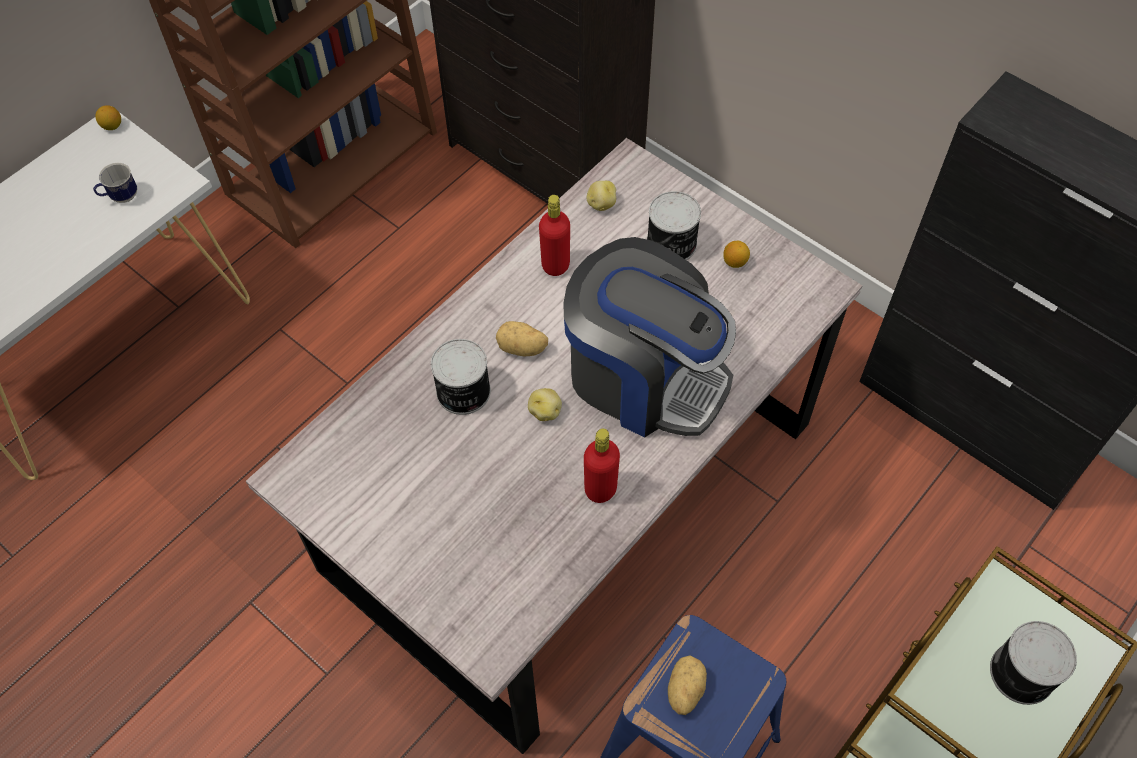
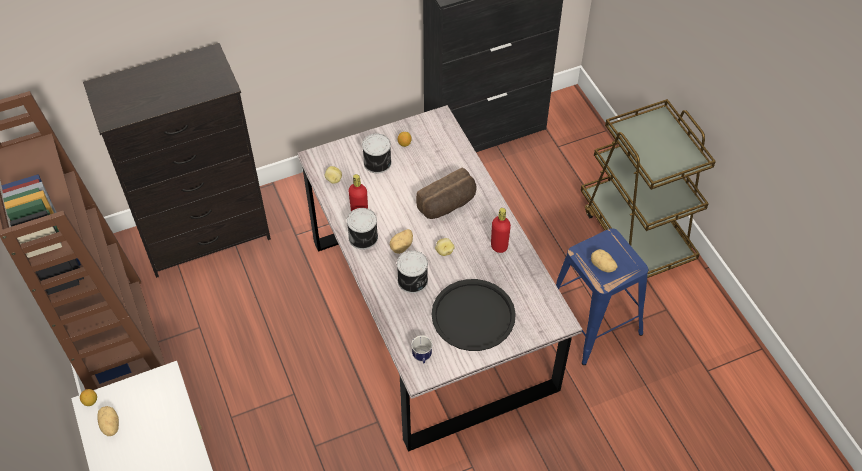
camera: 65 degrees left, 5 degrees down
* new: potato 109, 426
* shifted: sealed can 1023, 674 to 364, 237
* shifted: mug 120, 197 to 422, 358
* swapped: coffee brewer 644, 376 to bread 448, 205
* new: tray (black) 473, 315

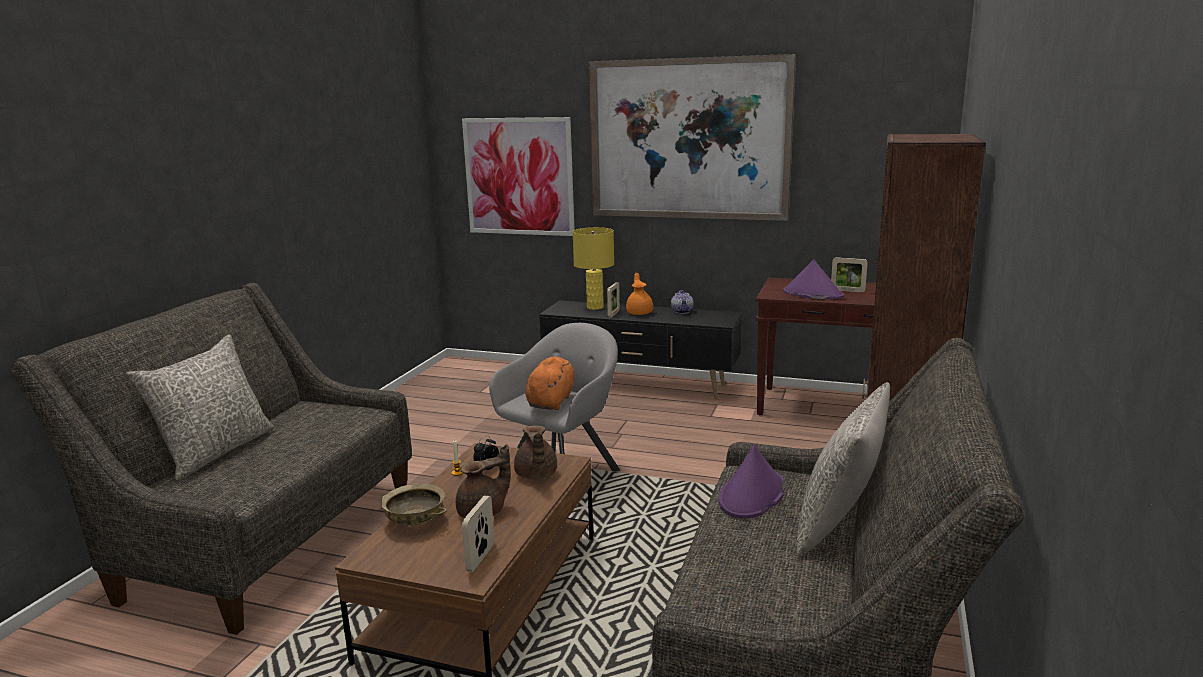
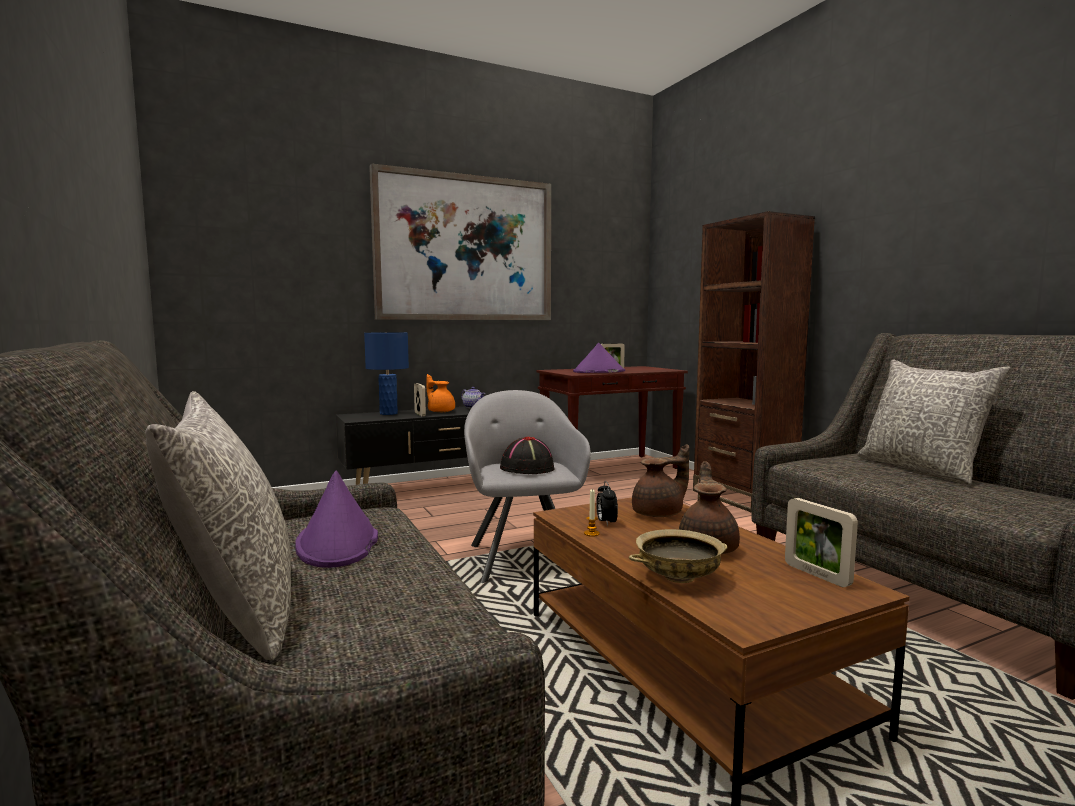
camera: 45 degrees left, 10 degrees down
* shifted: hat (purple) 752, 495 to 338, 543
* repainted: tabletop lamp (yellowish) 595, 307 to tabletop lamp (blue-coloured) 388, 413
* swapped: cuddly toy (orangey) 551, 401 to hat (black) 526, 468
* rotated: teapot (brown-coloured) 535, 475 = 659, 514 60 degrees counterclockwise
* gone: picture 519, 176

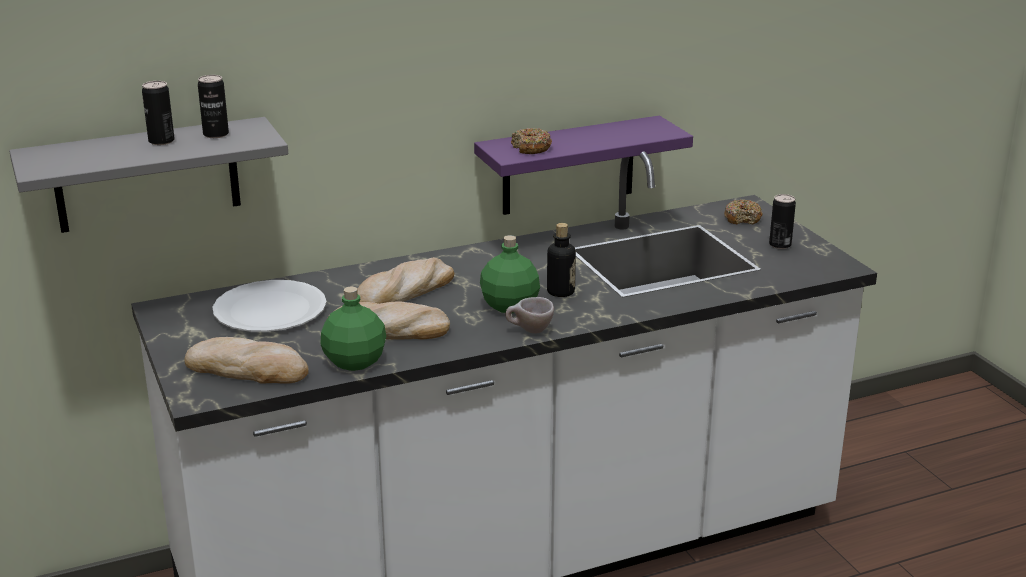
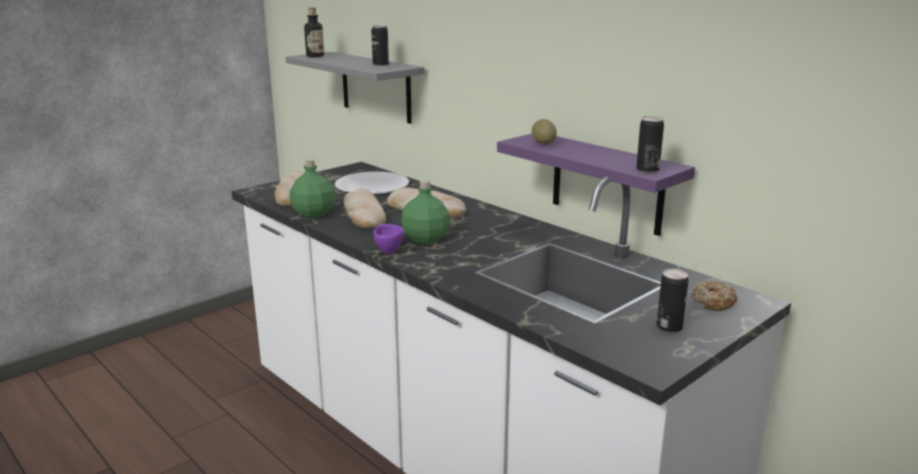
camera: 70 degrees right, 5 degrees down
* shifted: drink bottle 560, 291 to 315, 56
* repainted: small cup (beige) 529, 331 to small cup (purple) 386, 250
* swapped: ring doughnut 531, 148 to potato 543, 143
* shifted: sealed can 161, 141 to 647, 170

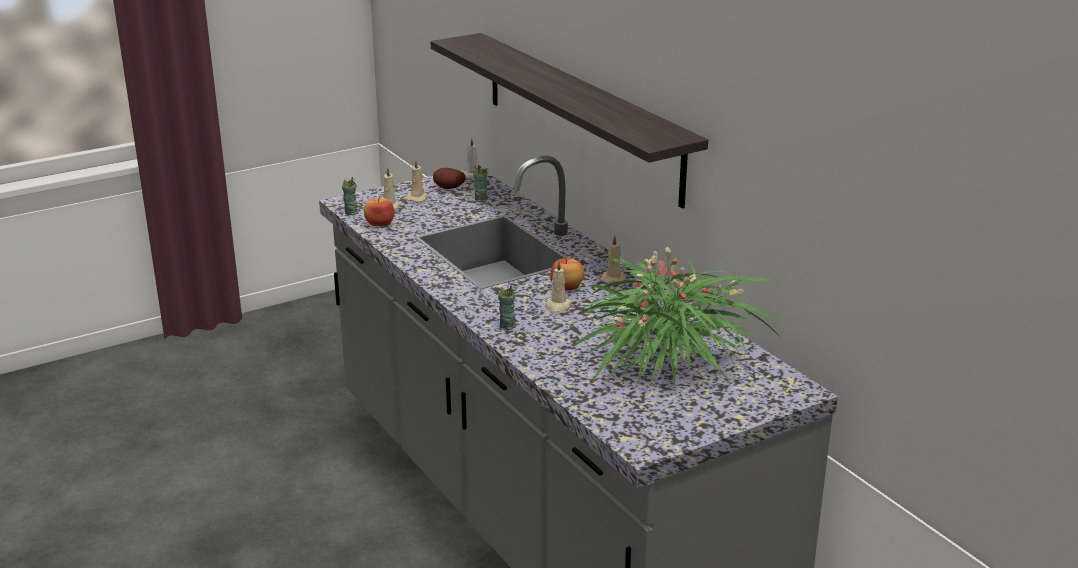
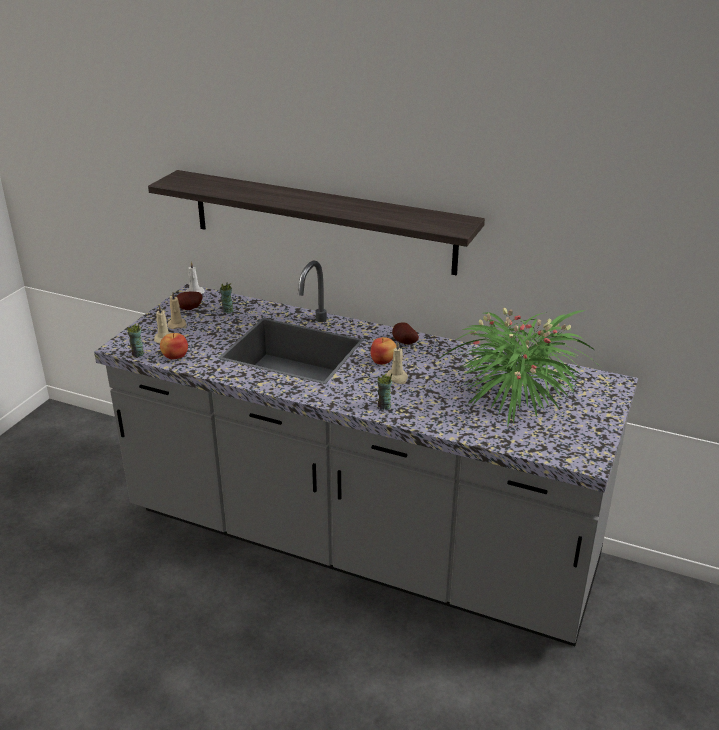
camera: 35 degrees left, 5 degrees up
* swapped: wax candle (beige) 613, 278 to potato 403, 343

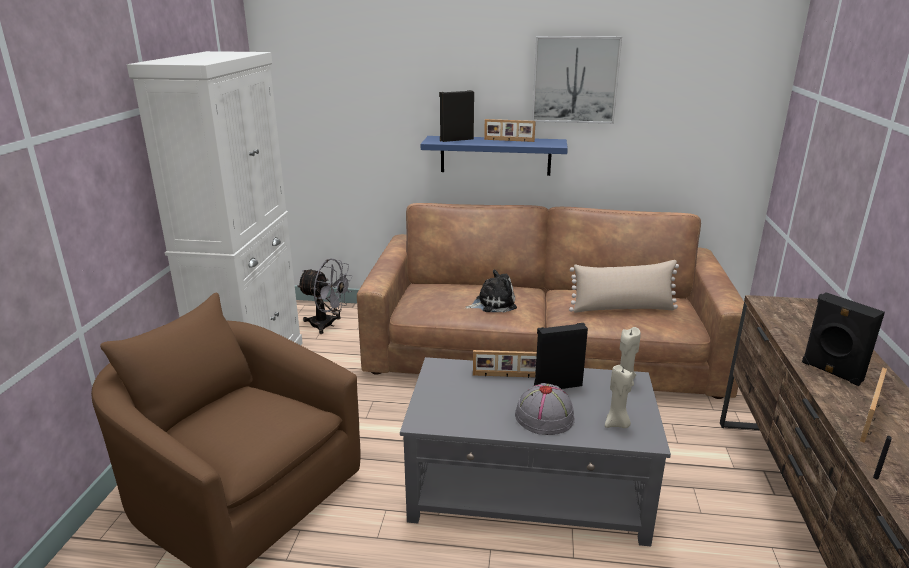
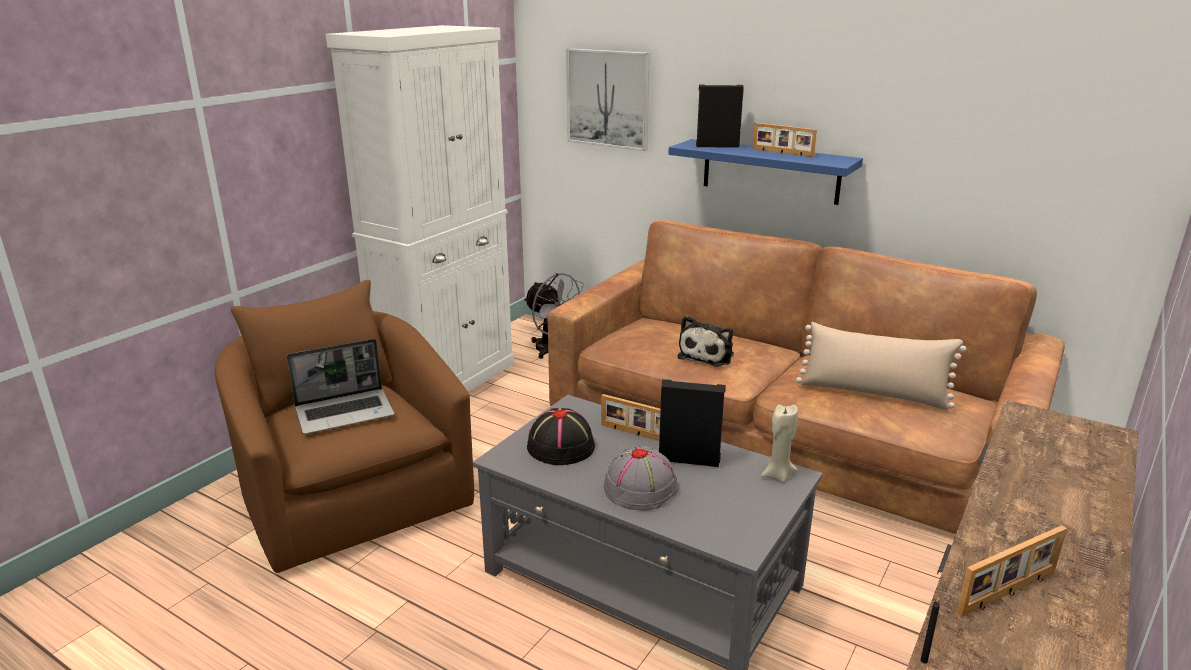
camera: 25 degrees right, 0 degrees up
* new: portable computer 346, 412
* new: hat (black) 561, 446
* shifted: picture 575, 80 to 608, 98
* rotated: cuddly toy 492, 304 = 707, 355 105 degrees clockwise
* gone: wax candle (beige) 616, 424
* gone: audio speaker (black) 831, 372

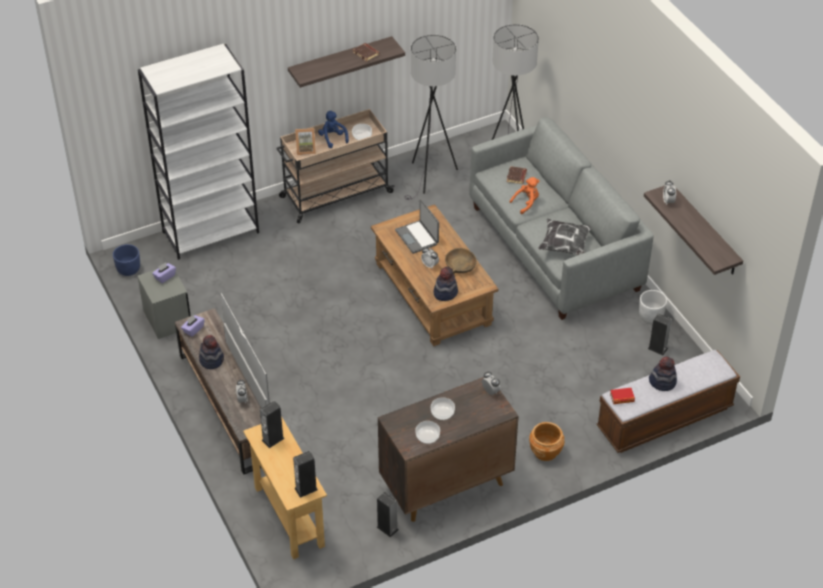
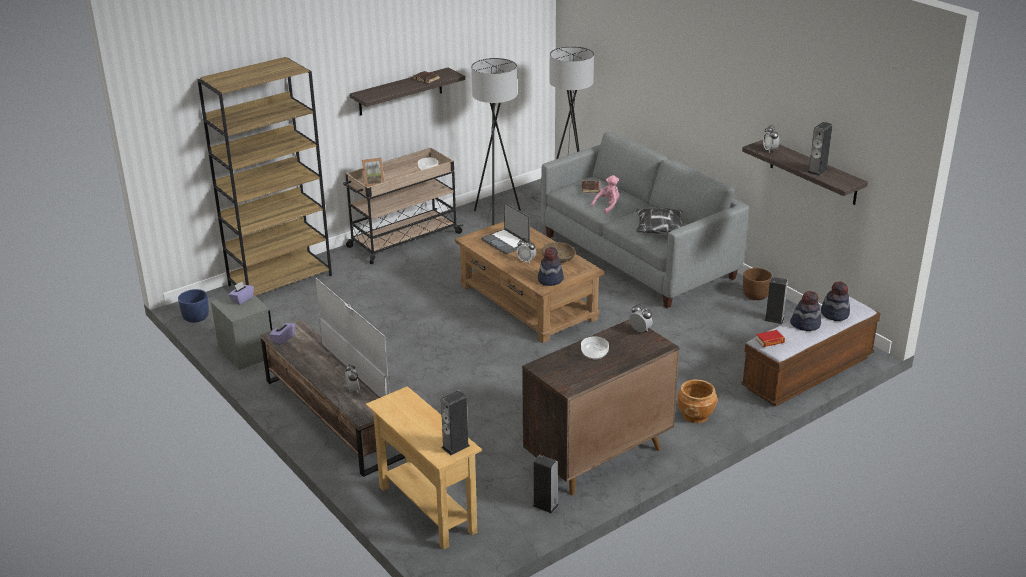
camera: 10 degrees left, 15 degrees down
* repainted: bookshelf (white) 211, 232 to bookshelf (brown-coloured) 280, 280
* repainted: cuddly toy (orangey) 526, 203 to cuddly toy (pink) 607, 206
* repainted: plant pot (white) 651, 315 to plant pot (brown-coloured) 755, 295
* shifted: audio speaker 273, 439 to 817, 171
* shifted: hat 212, 360 to 834, 314
* gone: cuddly toy (blue-coloured) 332, 138
* gone: serving bowl 427, 437

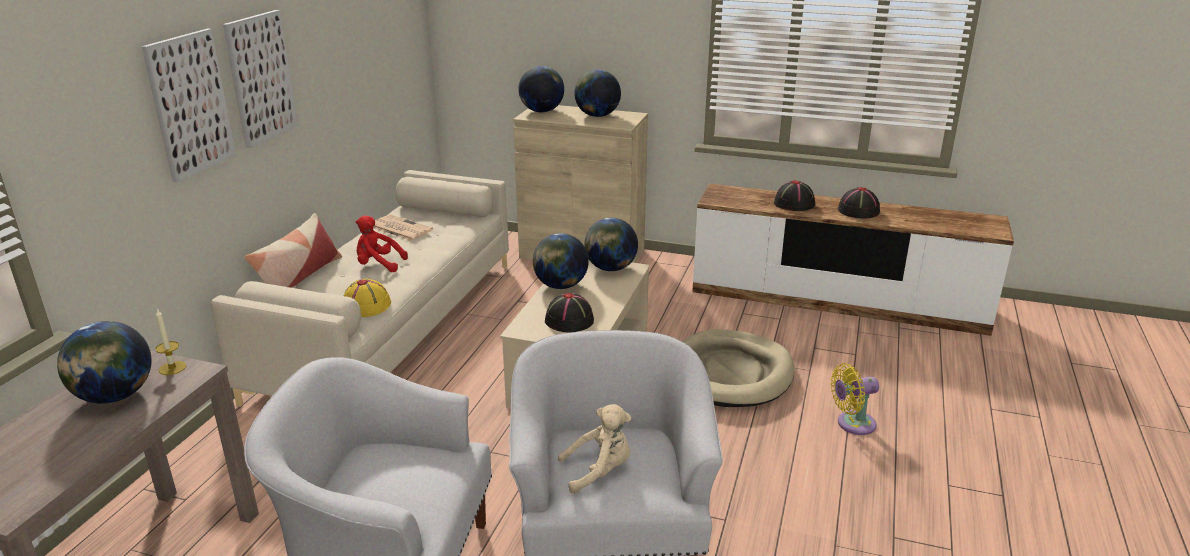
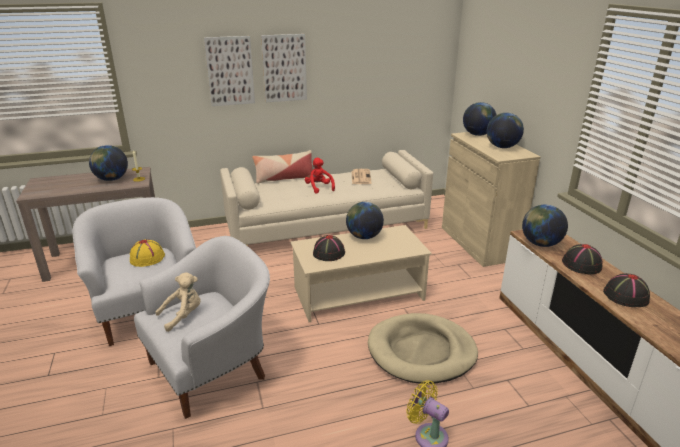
camera: 55 degrees right, 0 degrees up
* shifted: hat (yellowish) 367, 305 to 147, 258
* rotated: cuddly toy (beige) 599, 471 = 183, 316 75 degrees counterclockwise
* shifted: desk globe 610, 268 to 540, 244

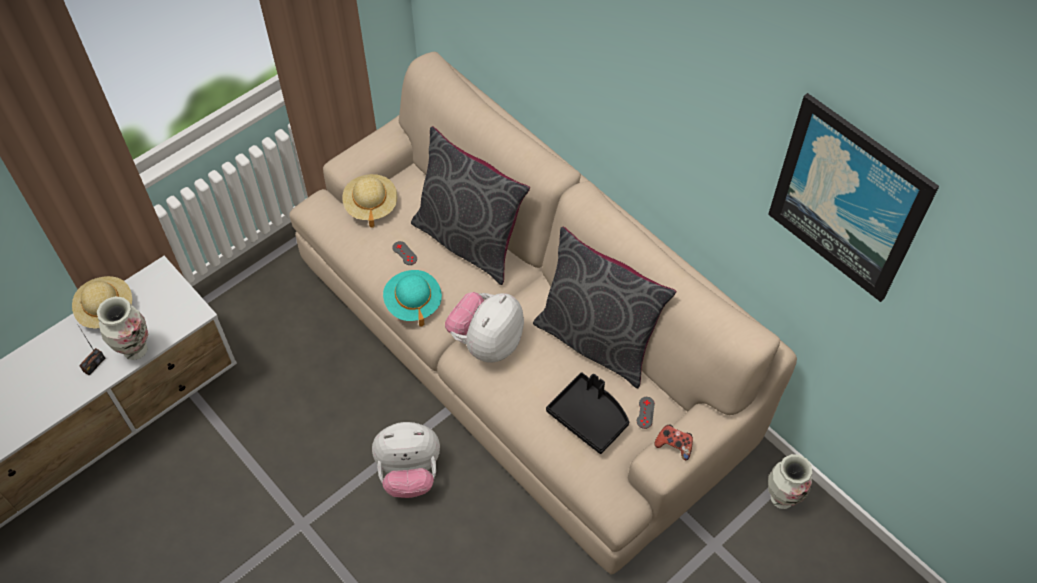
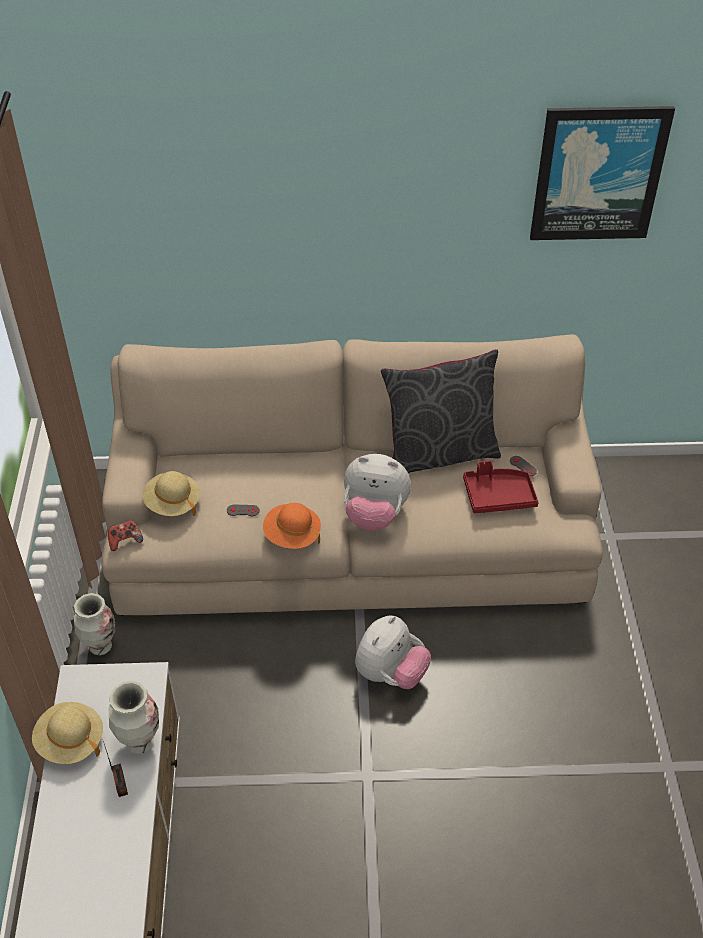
camera: 50 degrees left, 10 degrees down
* shifted: vase 781, 498 to 100, 646
* shifted: joypad 674, 446 to 125, 541
* repainted: hat (turquoise) 413, 303 to hat (orangey) 292, 535
* rotated: cuddly toy 486, 342 = 374, 515 60 degrees counterclockwise
* repainted: tray (black) 589, 417 to tray (red) 498, 496
* gone: cushion (gray) 469, 241

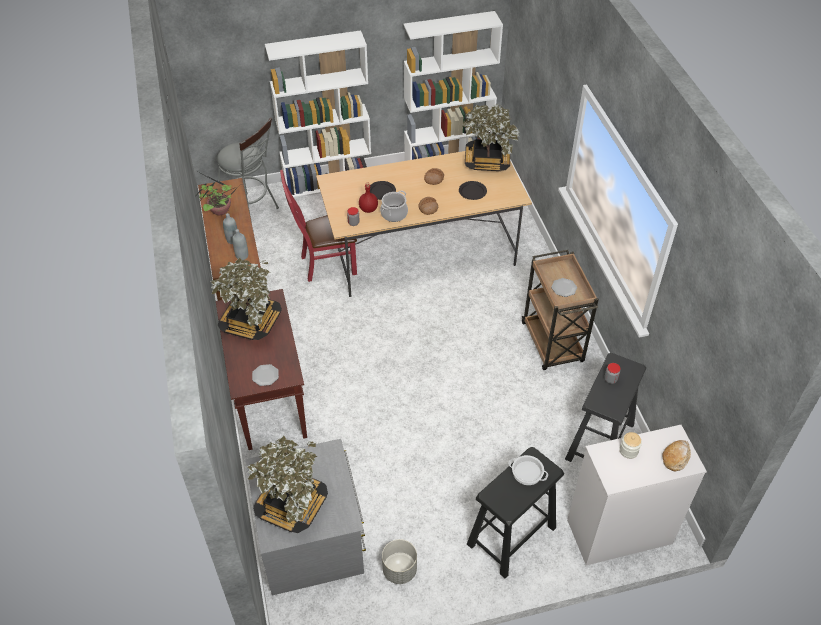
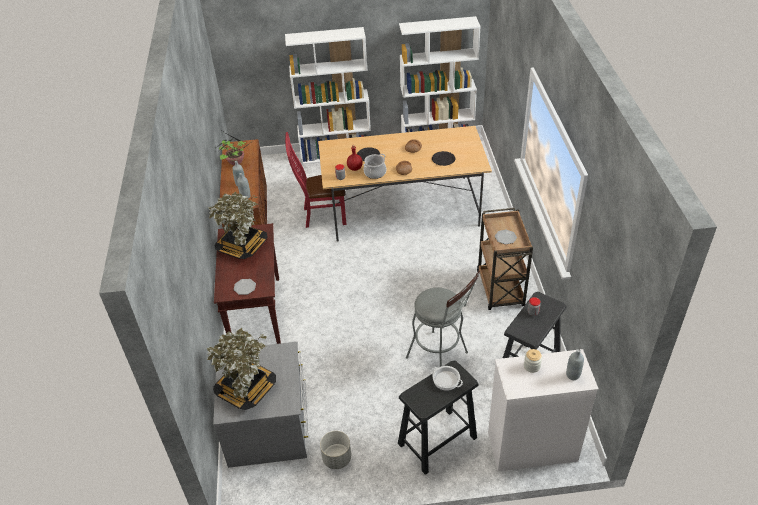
camera: 10 degrees right, 5 degrees down
* shifted: sitting stool (gray) 253, 214 to 441, 357
* swapped: bread 676, 457 to drink bottle (gray) 573, 375
* gone: potted plant 487, 161

